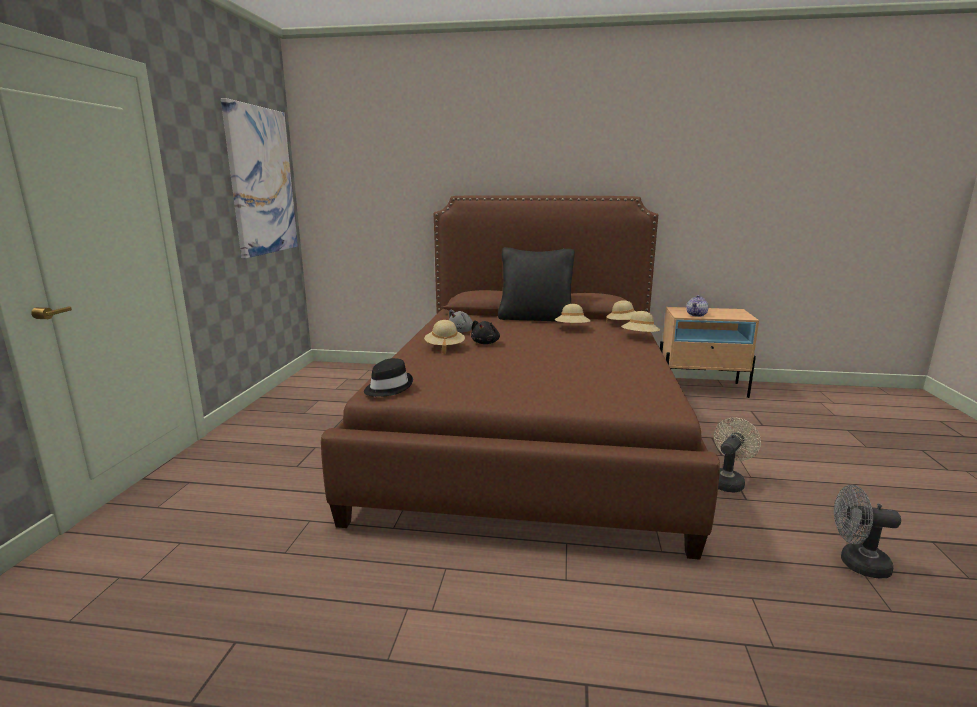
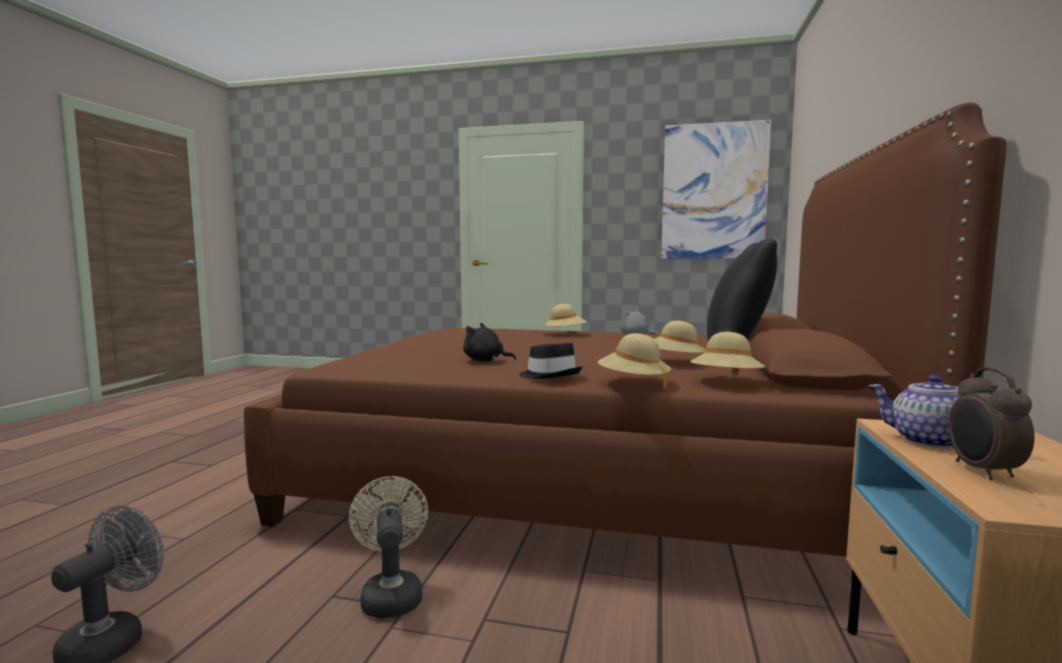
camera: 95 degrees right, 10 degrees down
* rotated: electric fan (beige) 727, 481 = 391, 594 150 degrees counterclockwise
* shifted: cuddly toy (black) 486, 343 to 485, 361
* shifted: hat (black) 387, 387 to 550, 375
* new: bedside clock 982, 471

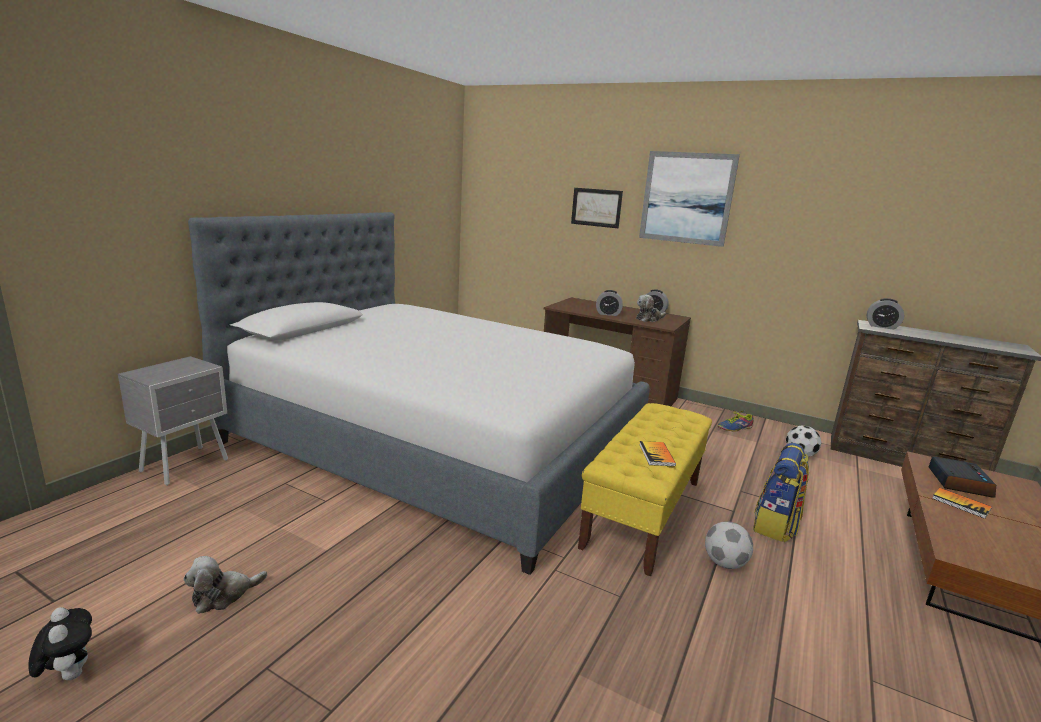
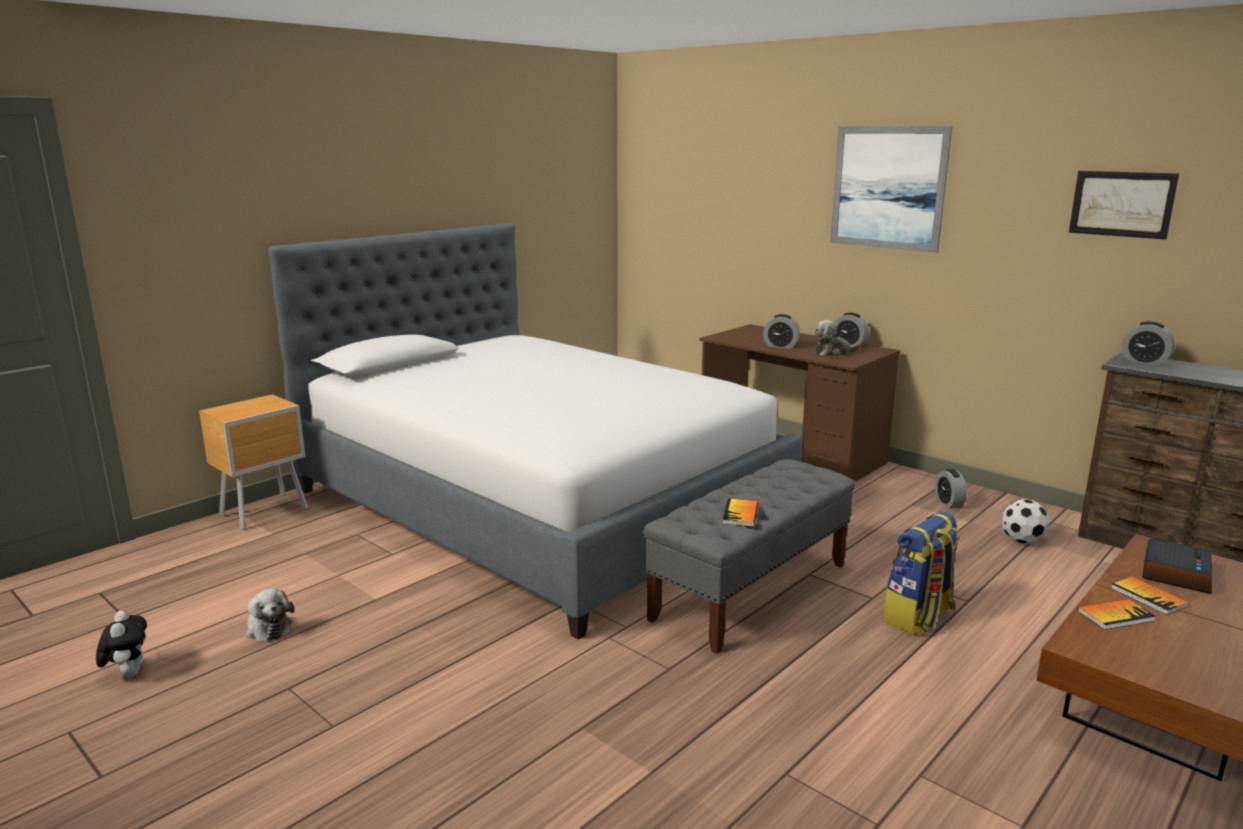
camera: 15 degrees right, 0 degrees up
* repainted: night table (gray) 187, 465 to night table (brown-coloured) 266, 512
* rotated: cuddly toy 223, 595 = 268, 628 105 degrees counterclockwise
* repainted: long seat (yellowish) 644, 512 to long seat (gray) 751, 590
* swapped: shoe 735, 428 to bedside clock 948, 503
* shifted: picture 596, 207 to 1121, 204
* new: volume 1115, 616
* gone: football ball 724, 563

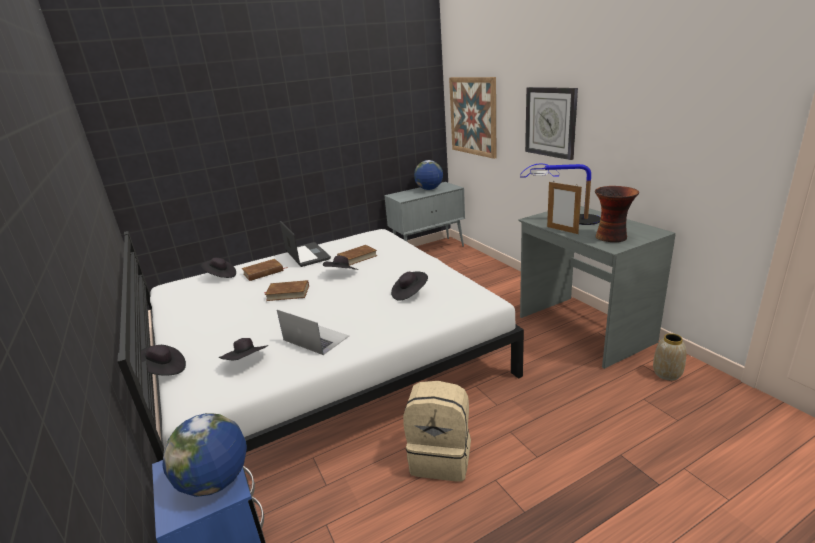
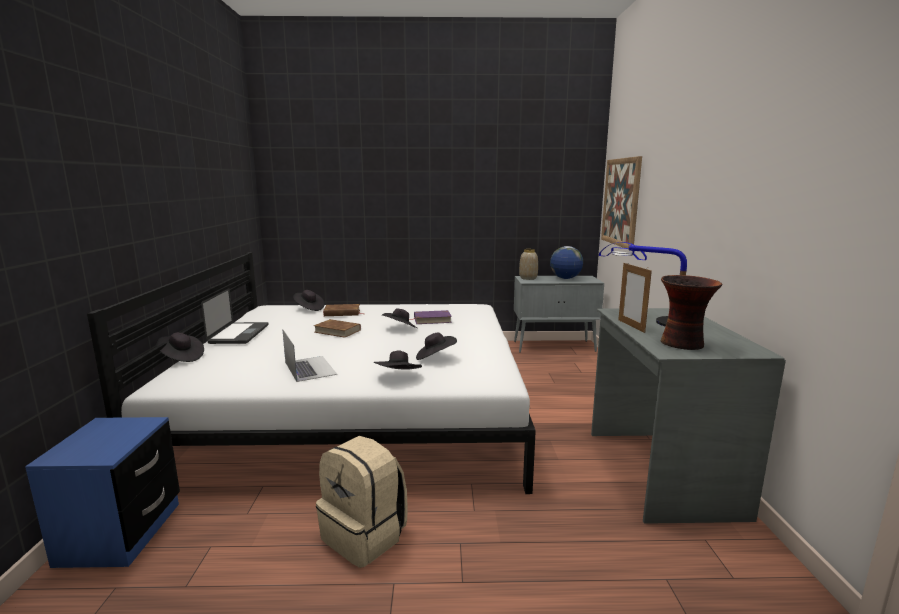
camera: 25 degrees right, 10 degrees down
* shifted: portable computer 307, 255 to 239, 334
* shifted: hat (black) 247, 362 to 398, 377
* repainted: volume (brown-coloured) 357, 257 to volume (purple) 432, 320
* shifted: vase 667, 374 to 528, 278
* gone: desk globe 215, 481
* gone: hanging clock 550, 122

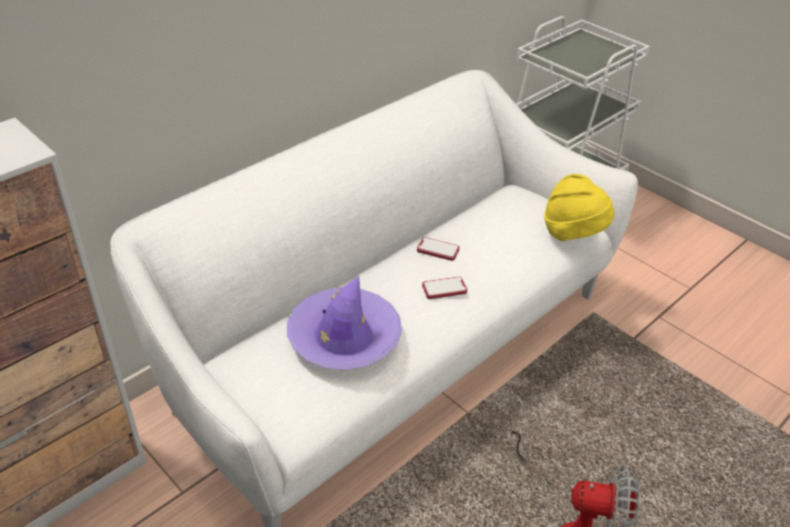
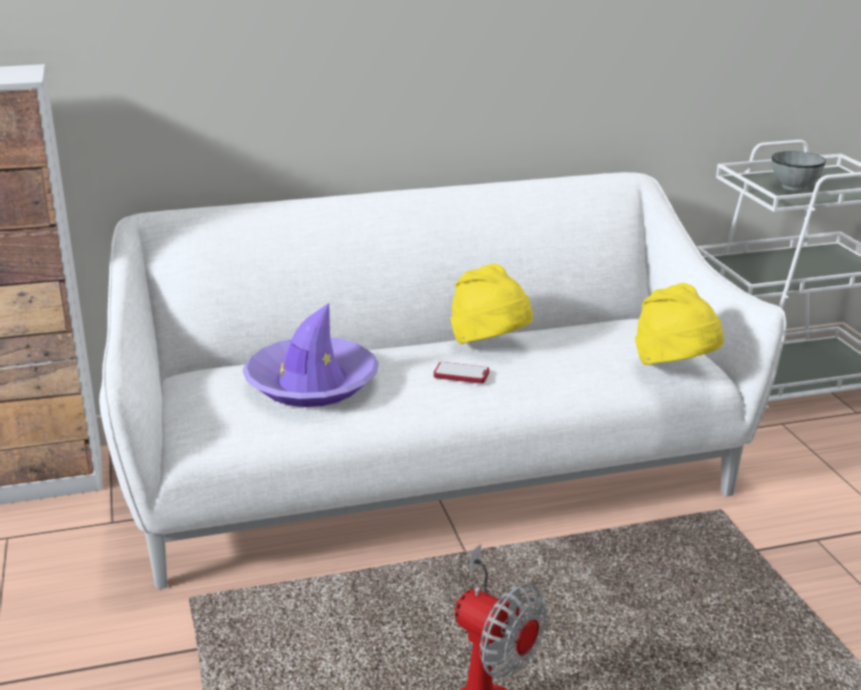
camera: 30 degrees right, 15 degrees down
* swapped: phone 438, 250 to hat (yellowish) 490, 345
* new: serving bowl (gray) 795, 187

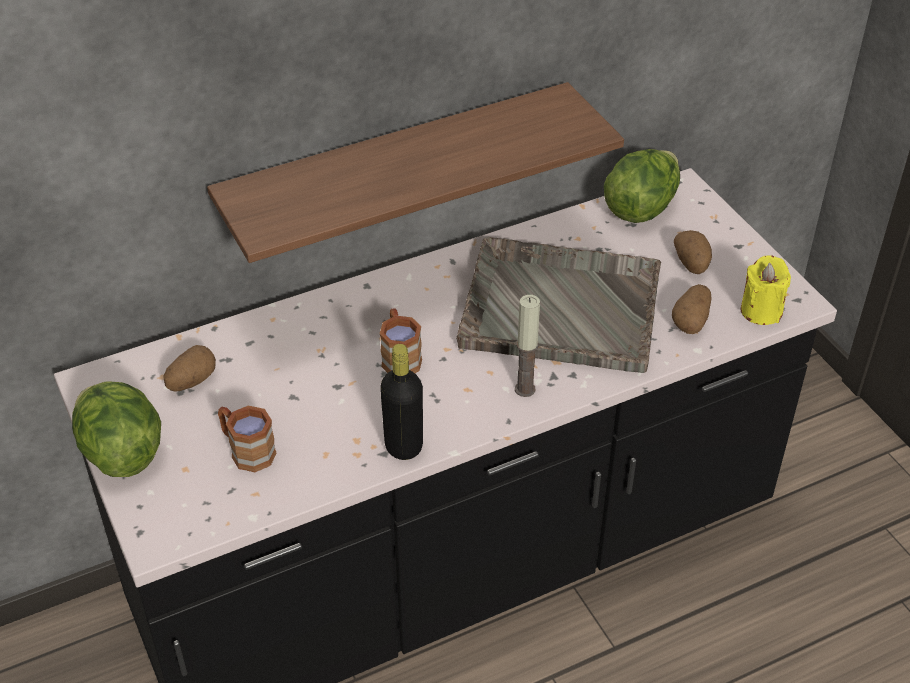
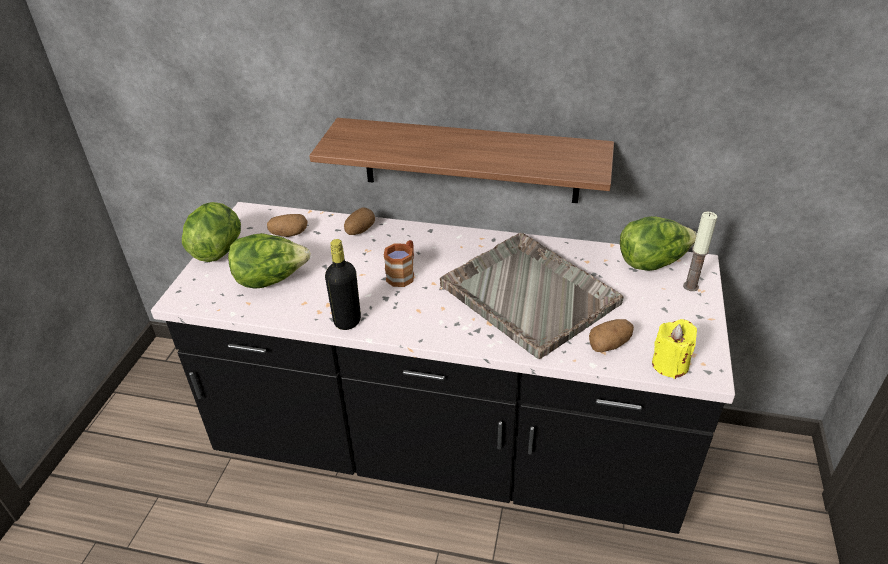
camera: 40 degrees right, 5 degrees down
* swapped: mug (brown-coloured) 246, 450 to head of lettuce 271, 280
* shifted: potato 692, 263 to 360, 230
* shifted: wax candle 525, 389 to 690, 286

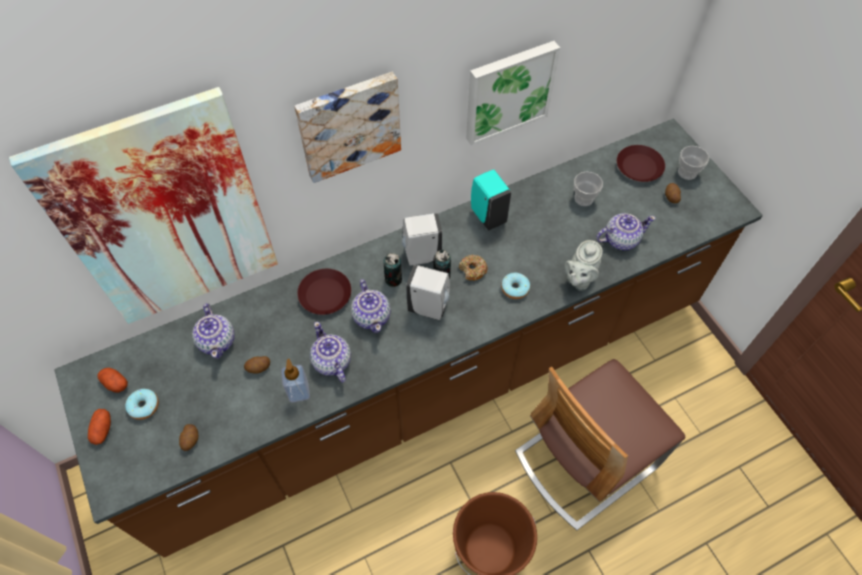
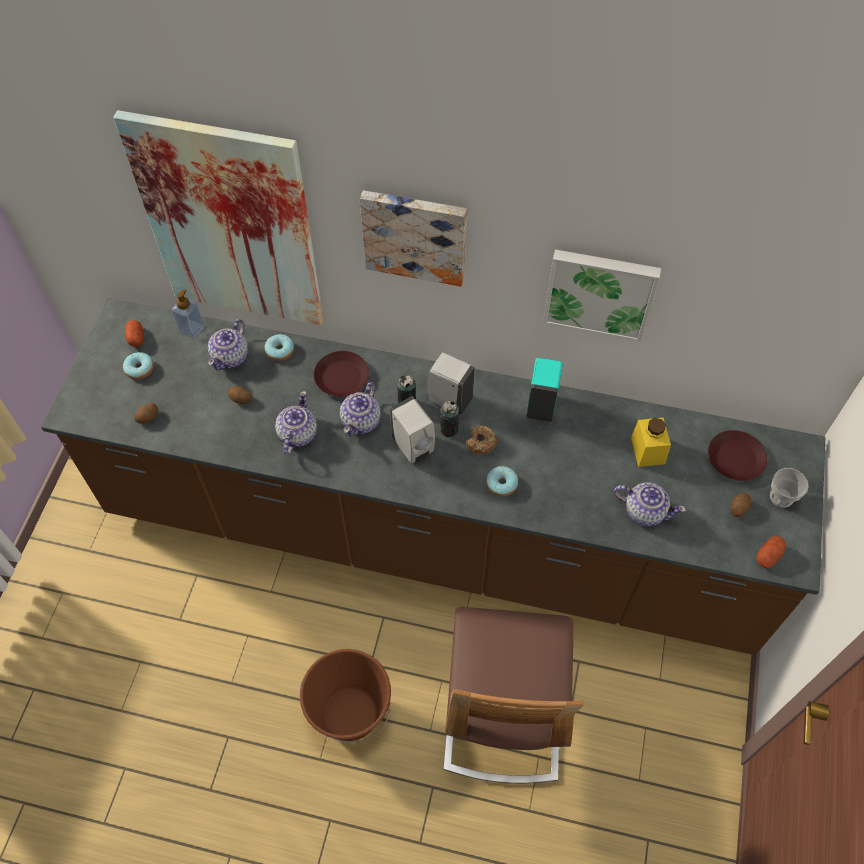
camera: 40 degrees right, 0 degrees up
* shifted: liquid soap bottle 299, 392 to 192, 329
* new: ring doughnut 280, 351
* rotated: upright chair 585, 460 = 503, 712 90 degrees counterclockwise
* swapped: small cup 583, 198 to preserve jar (yellowish) 647, 450
* shifted: potato 102, 430 to 768, 556
* gone: teapot (gray) 579, 279

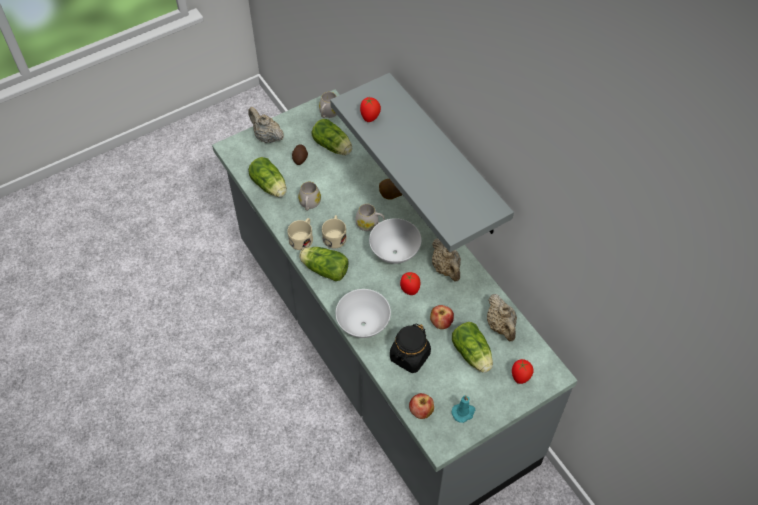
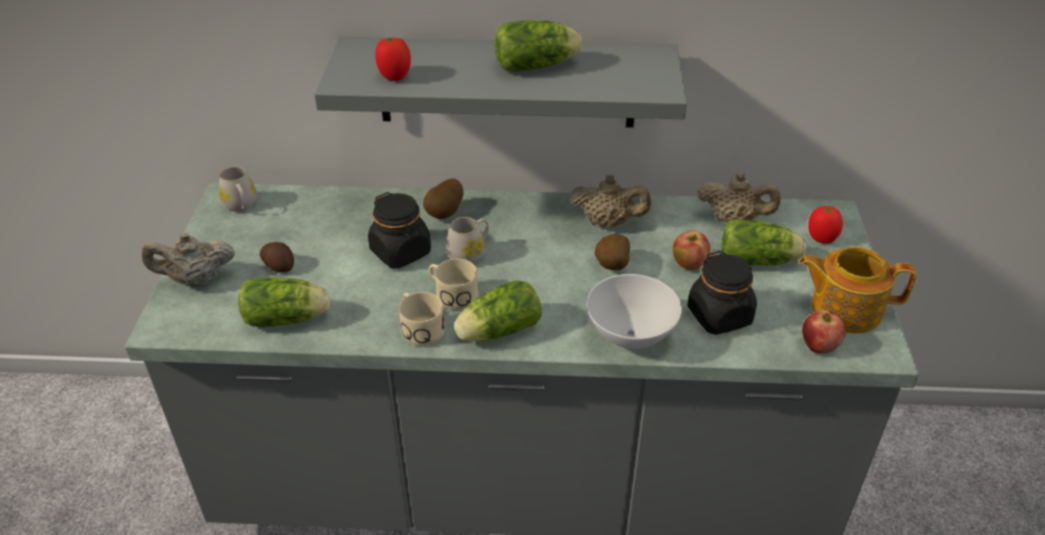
camera: 55 degrees left, 15 degrees down
* new: preserve jar (black) 401, 252
* shifted: head of lettuce 333, 147 to 538, 66
* swapped: whole tomato 409, 289 to potato 610, 267
* swapped: wax candle (turquoise) 463, 412 to teapot 844, 308
* gone: mug (white) 309, 204
* gone: serving bowl (white) 394, 253

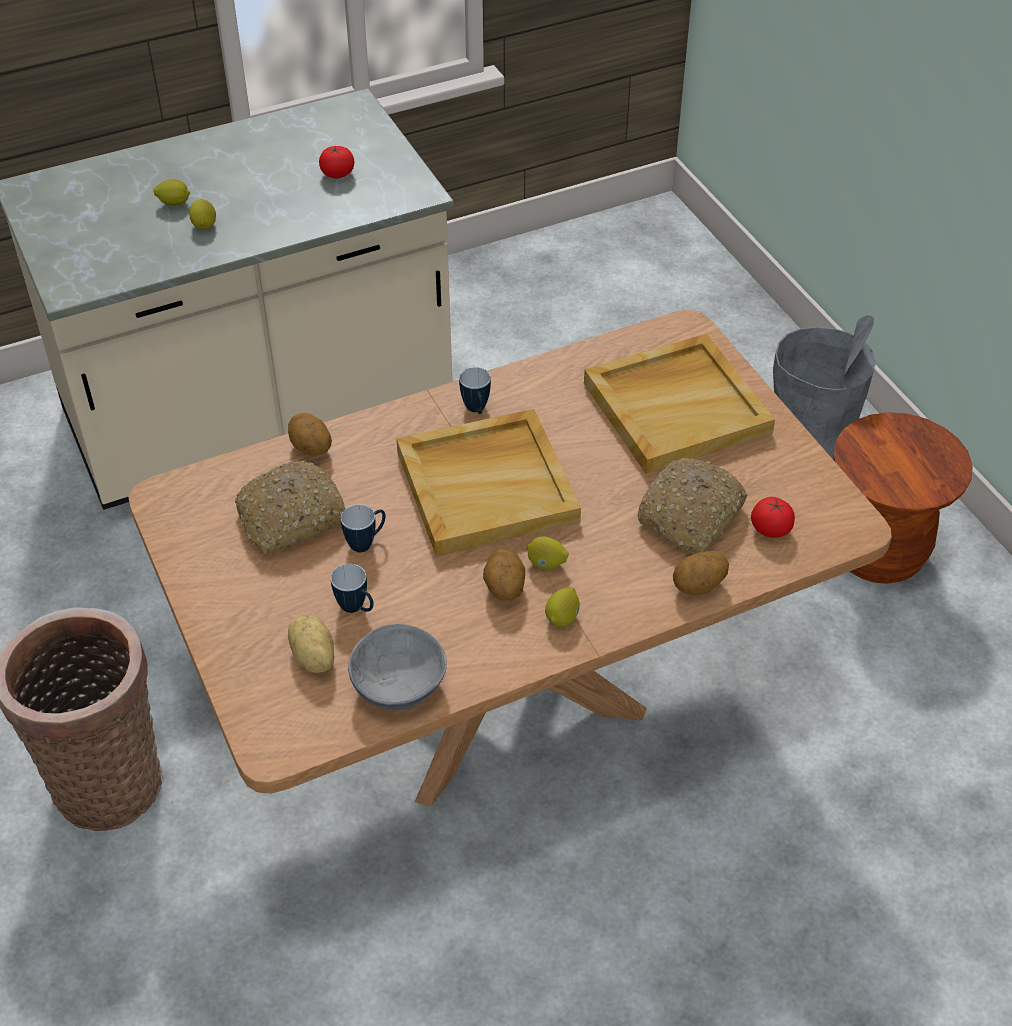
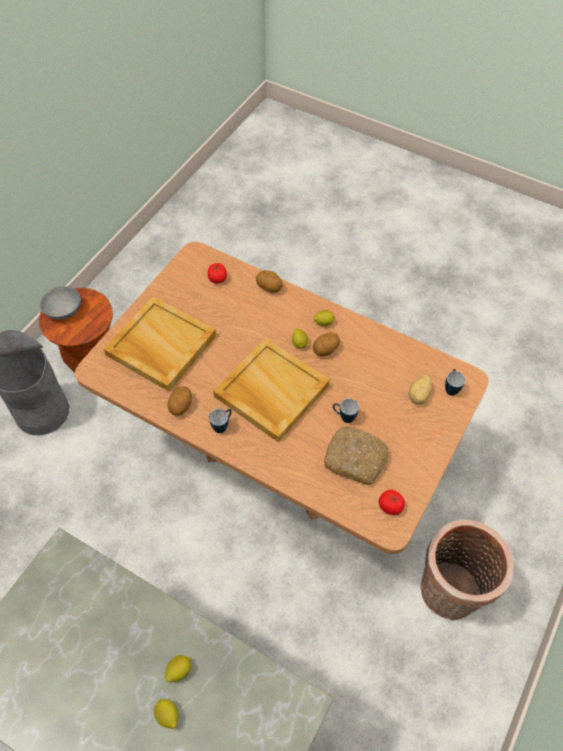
camera: 125 degrees left, 10 degrees up
* shifted: serving bowl (gray) 397, 685 to 64, 310
* shifted: potato 310, 449 to 181, 406
* shifted: whole tomato 337, 174 to 390, 506
* shifted: mug 356, 609 to 451, 388
* gone: bread 690, 516

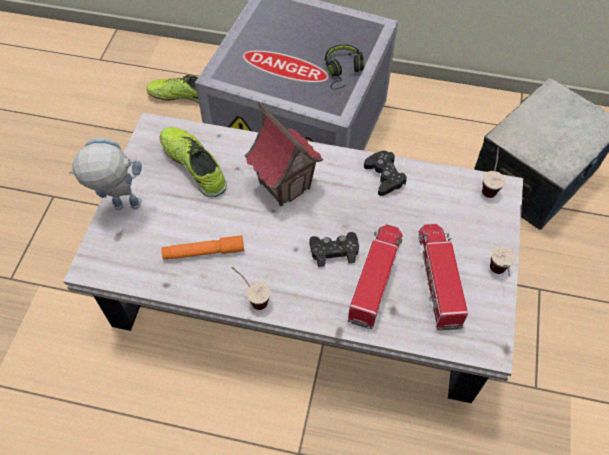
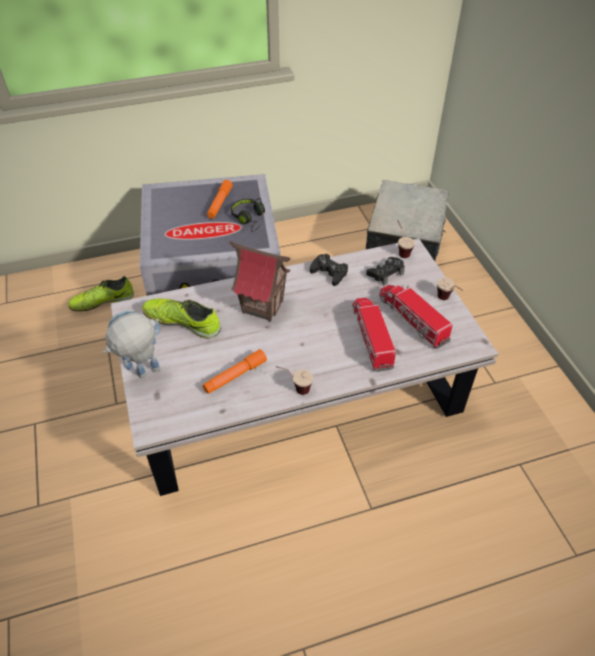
camera: 30 degrees left, 10 degrees down
* new: torch (orangey) 219, 203
* shifted: joypad (black) 334, 251 to 385, 273

